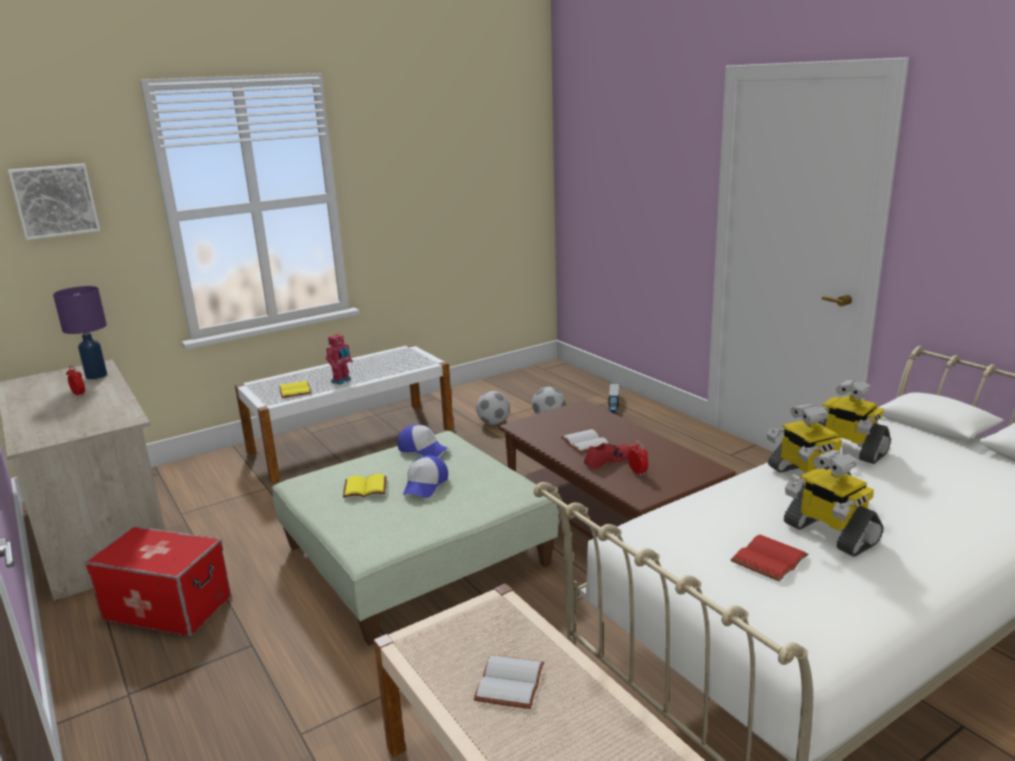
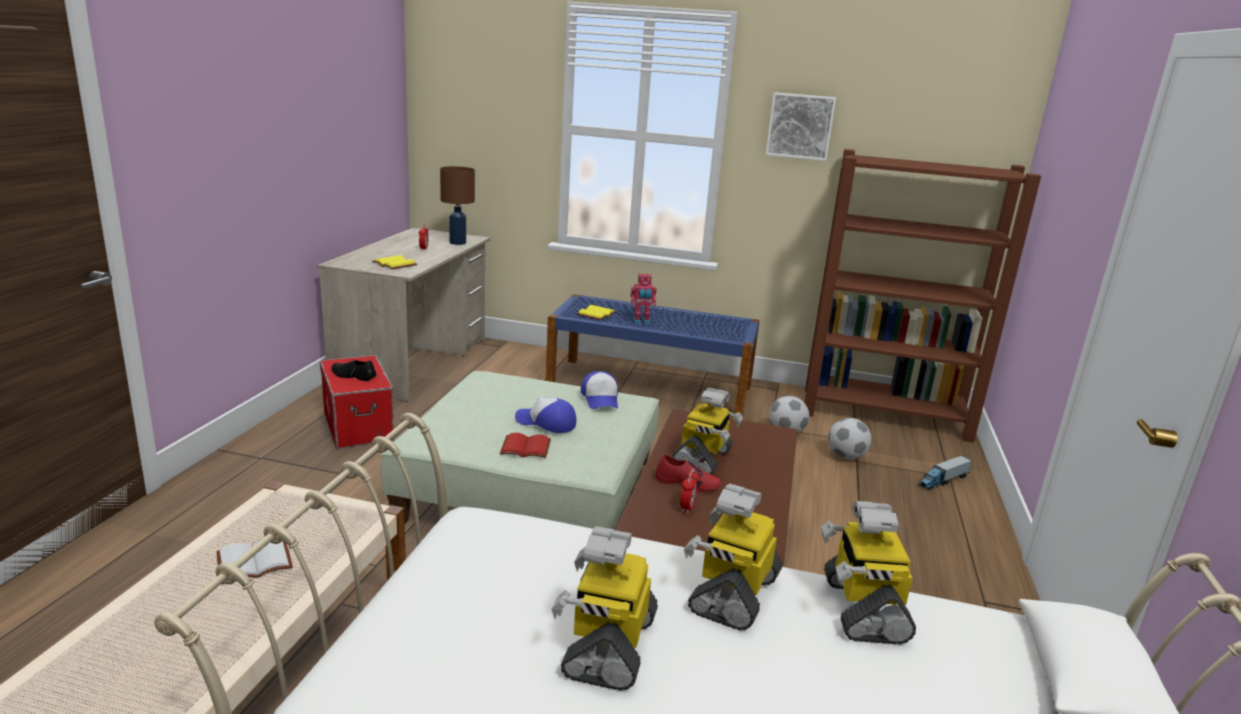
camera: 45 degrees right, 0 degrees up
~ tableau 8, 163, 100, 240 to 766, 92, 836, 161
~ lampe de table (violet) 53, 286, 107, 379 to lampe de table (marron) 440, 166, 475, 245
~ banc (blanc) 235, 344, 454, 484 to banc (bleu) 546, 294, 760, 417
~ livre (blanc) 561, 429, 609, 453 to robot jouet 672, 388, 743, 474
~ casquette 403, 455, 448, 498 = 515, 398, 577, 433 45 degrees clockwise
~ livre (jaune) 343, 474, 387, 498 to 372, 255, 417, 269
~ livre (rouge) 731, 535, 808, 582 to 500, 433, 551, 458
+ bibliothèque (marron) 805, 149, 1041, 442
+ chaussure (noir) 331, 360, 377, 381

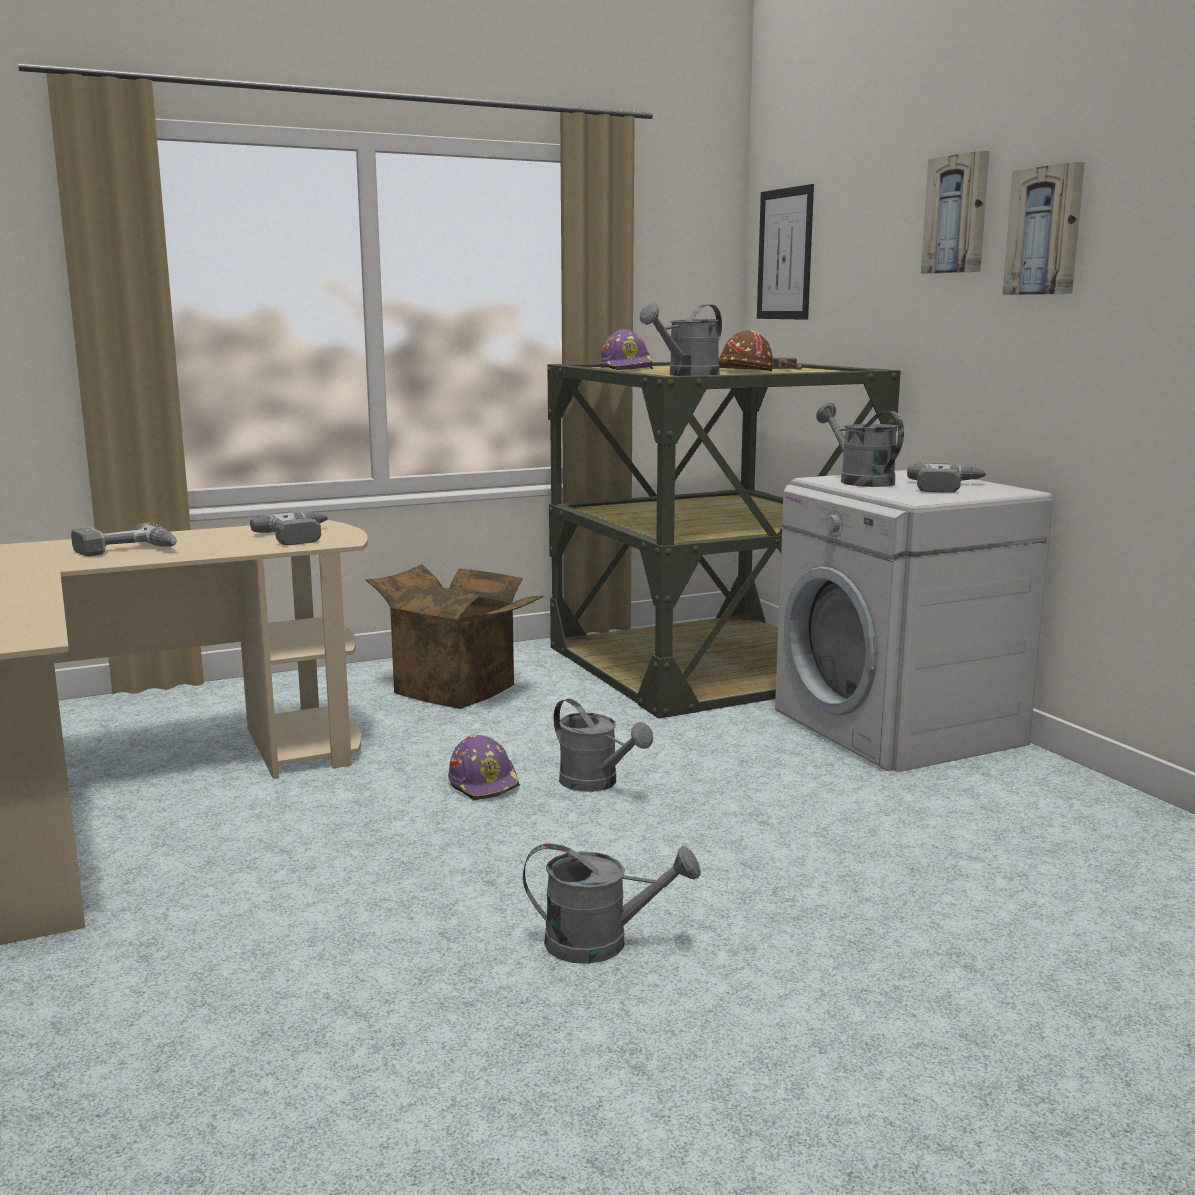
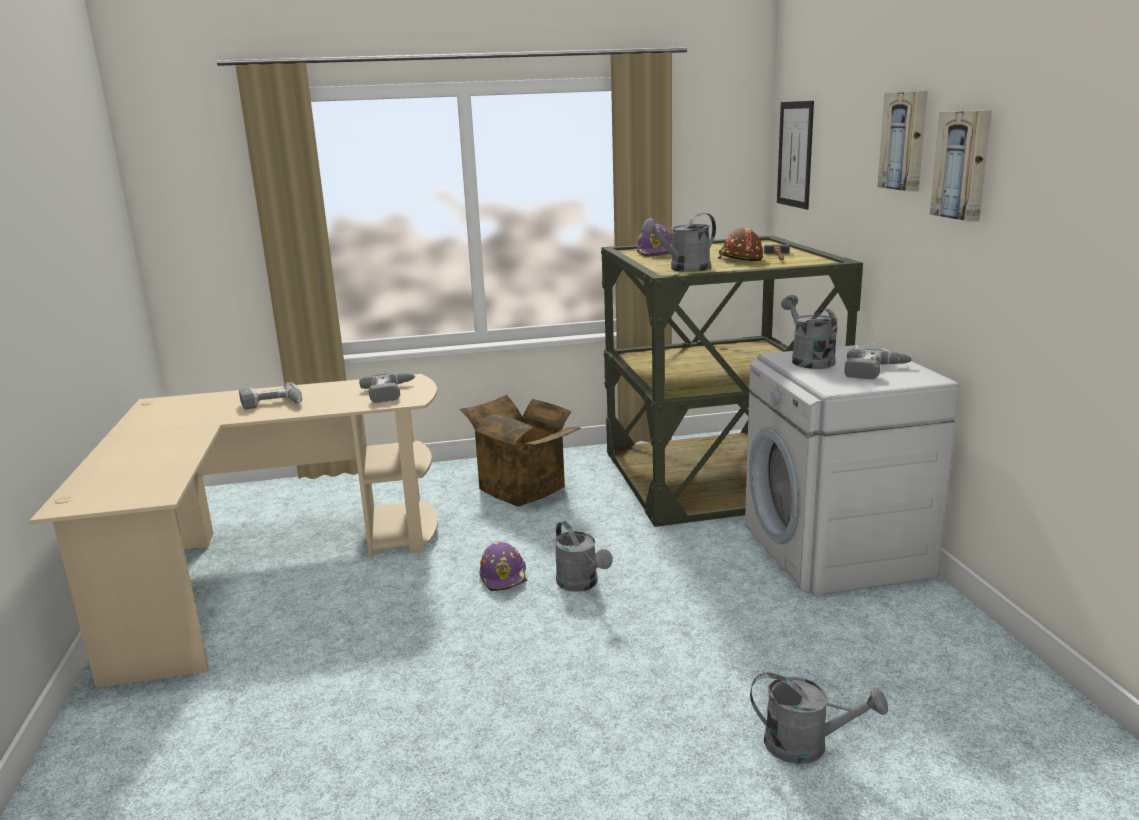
camera: 15 degrees right, 5 degrees up
~ arrosoir (gris) 523, 843, 700, 964 to 750, 673, 888, 764

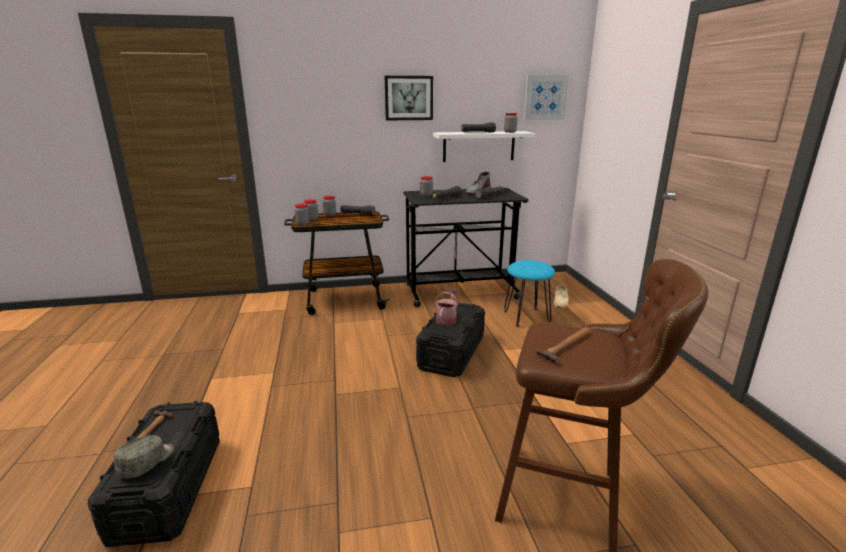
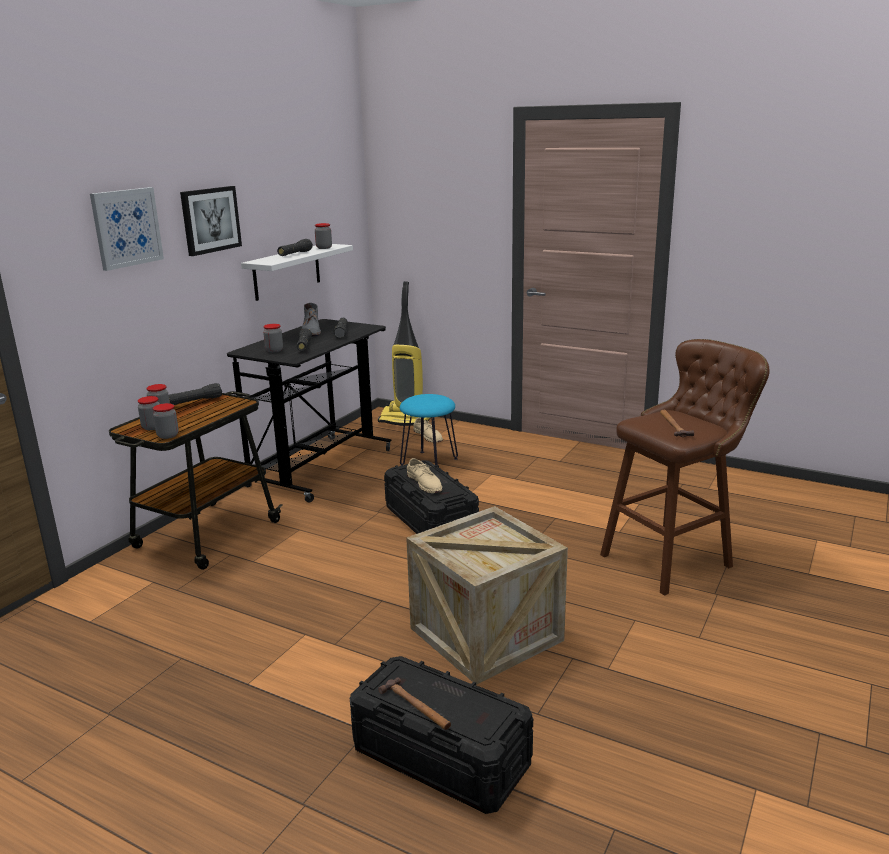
camera: 50 degrees left, 0 degrees up
~ tableau 524, 74, 569, 120 to 90, 187, 164, 271
~ arrosoir 435, 289, 458, 326 to chaussure (beige) 407, 458, 442, 493
- casquette (gris) 114, 435, 174, 479
+ aspirateur 378, 281, 431, 426
+ caisse 406, 506, 568, 685

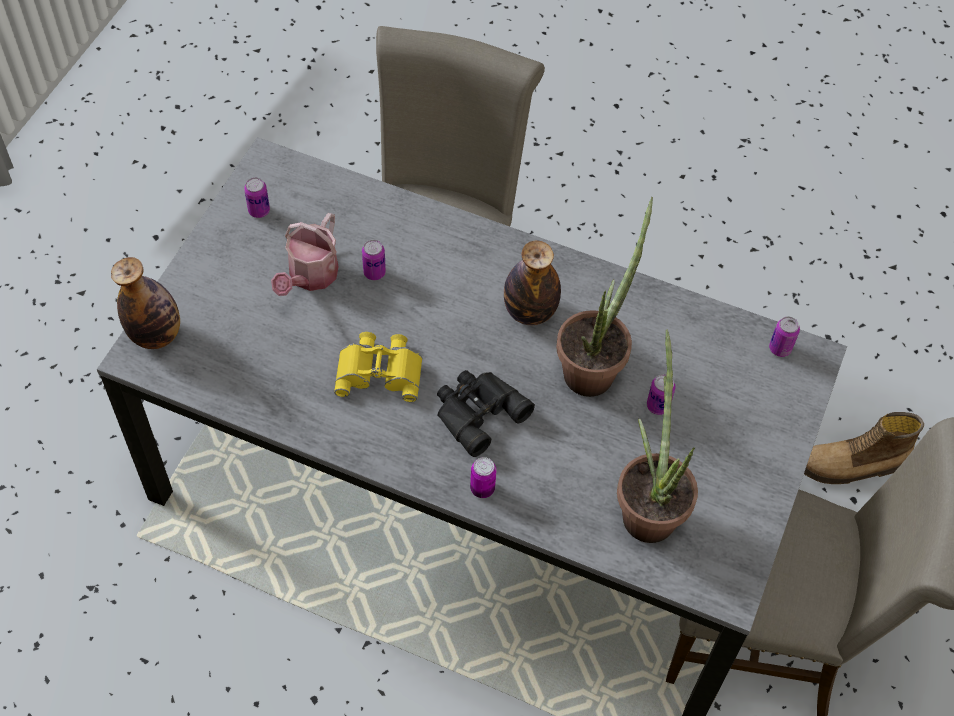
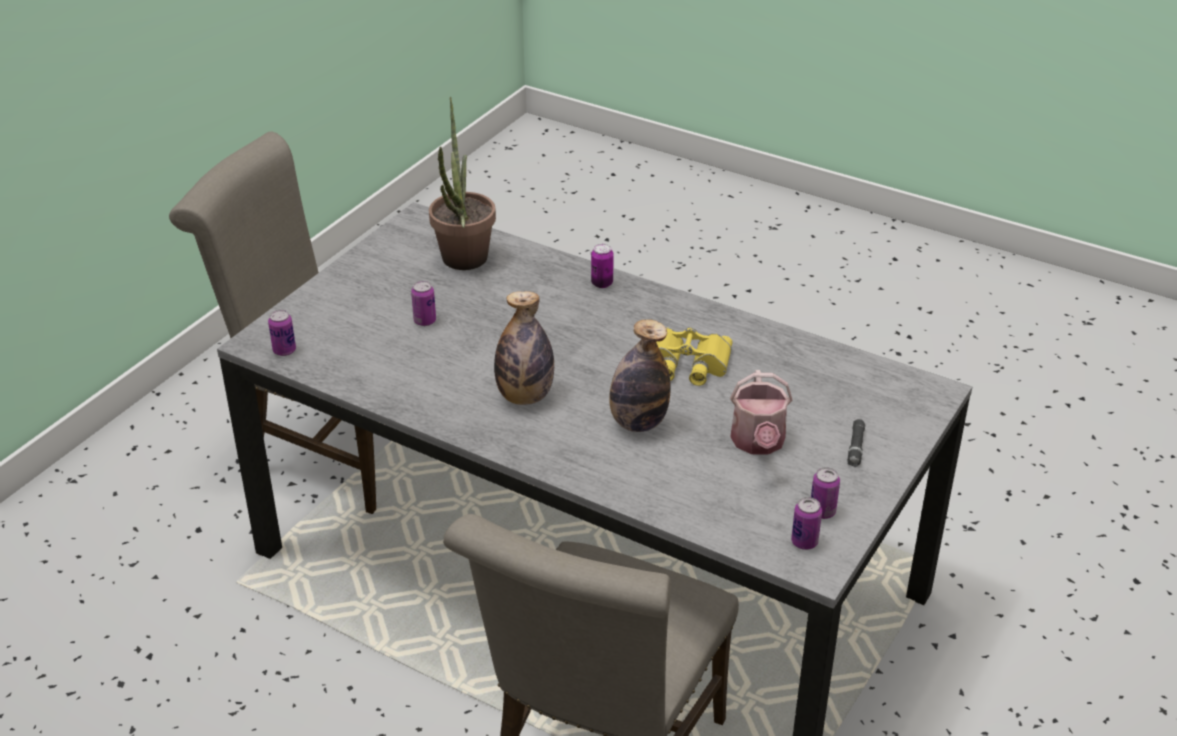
camera: 170 degrees left, 20 degrees down
- plante en pot 556, 197, 653, 397
~ arrosoir 271, 213, 339, 296 = 730, 370, 792, 455 150 degrees clockwise
~ boîte métallique 362, 240, 386, 280 to 791, 497, 822, 550
~ bouteille 111, 257, 180, 349 to 609, 319, 671, 432
- jumelles (noir) 437, 370, 535, 457
- botte 804, 412, 924, 484
+ lampe de poche (noir) 848, 419, 865, 467

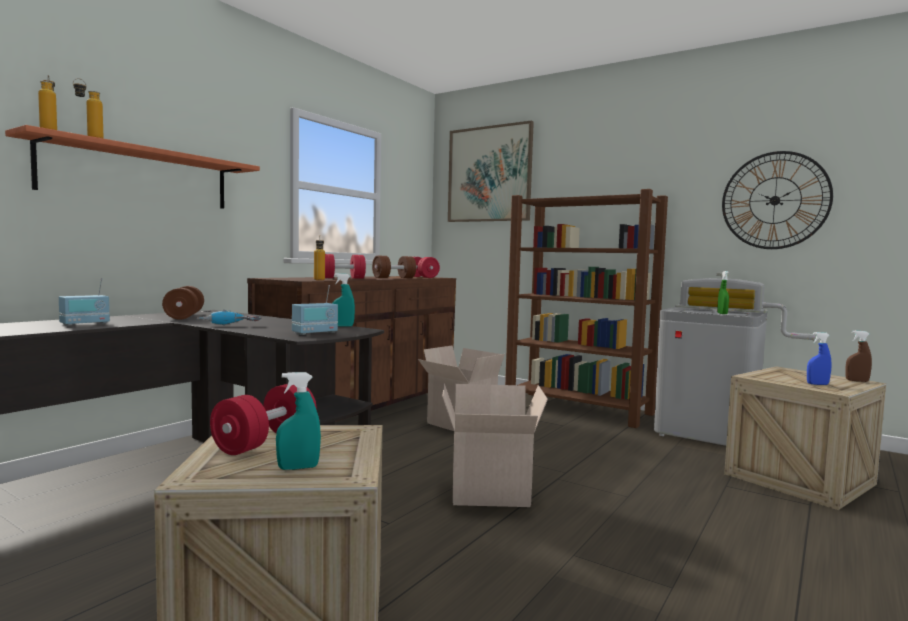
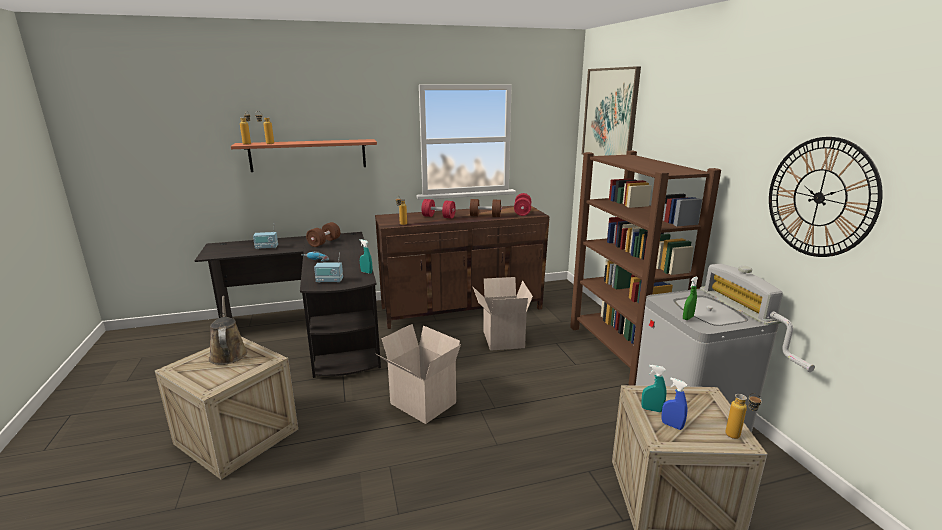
camera: 40 degrees right, 15 degrees up
~ vaporisateur (marron) 845, 330, 872, 382 to bouteille 725, 393, 762, 439
~ vaporisateur (turquoise) 276, 372, 321, 470 to 641, 365, 666, 412
~ haltère (rouge) 210, 384, 317, 455 to arrosoir (marron) 209, 296, 248, 365

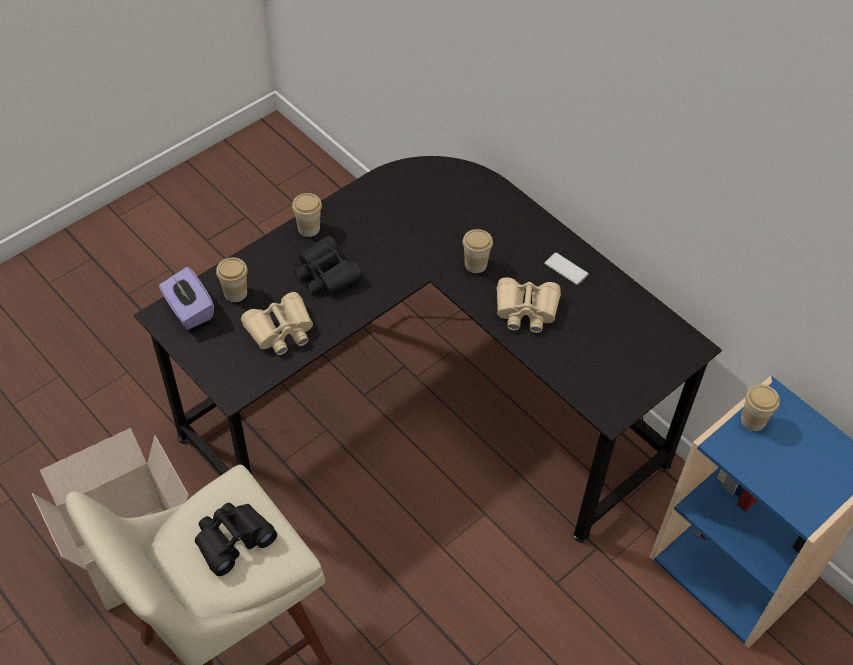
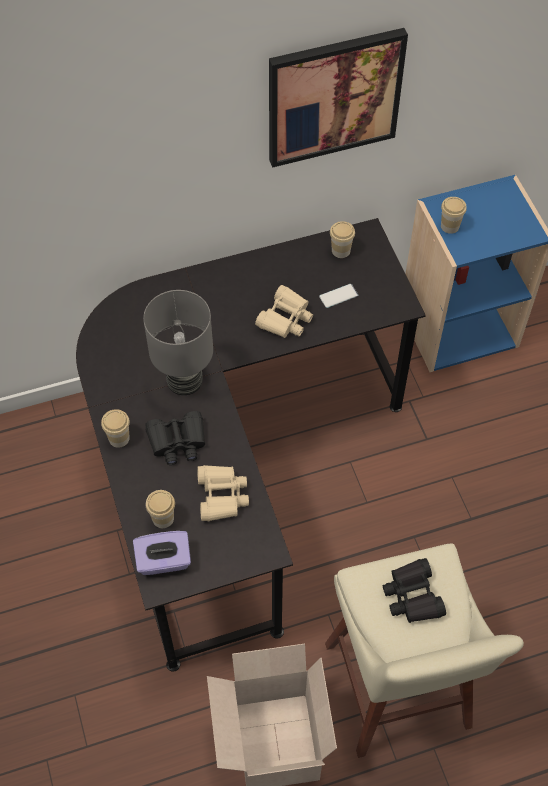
camera: 65 degrees left, 5 degrees up
~ tasse 462, 229, 493, 273 to 330, 221, 355, 258
~ téléphone 544, 252, 589, 285 to 319, 284, 358, 308
+ tableau 269, 28, 408, 168
+ lampe de table (gris) 143, 290, 213, 395

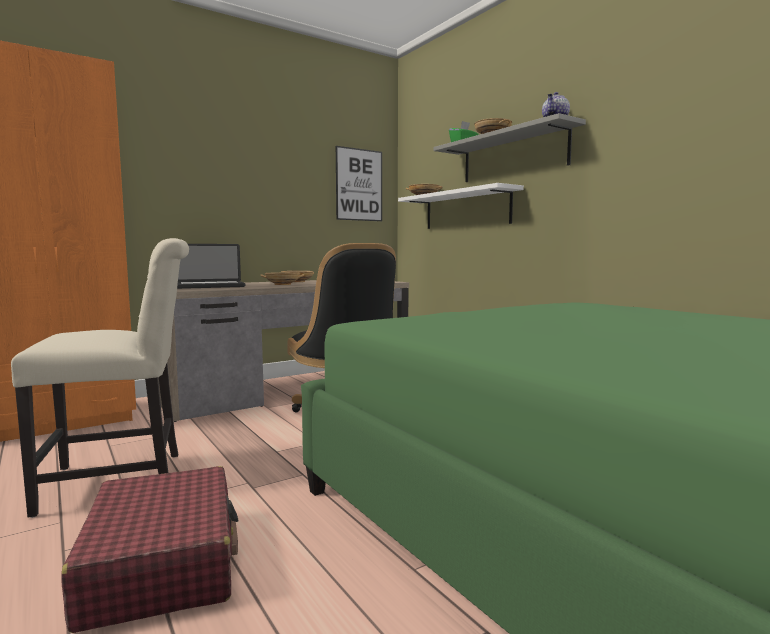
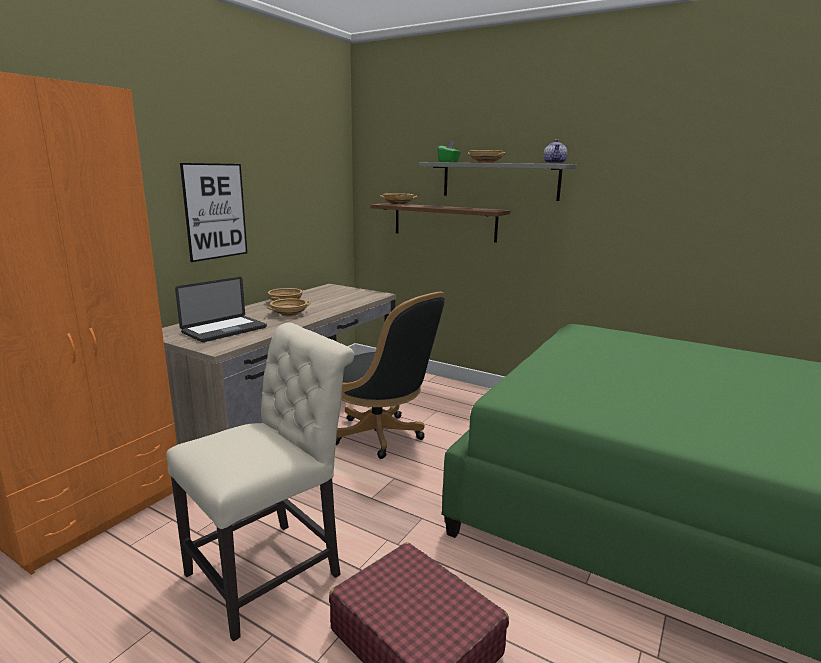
camera: 25 degrees left, 10 degrees up
~ tableau 336, 146, 382, 221 to 180, 163, 247, 262
~ étagère (blanc) 398, 183, 524, 229 to étagère (marron) 370, 203, 511, 243

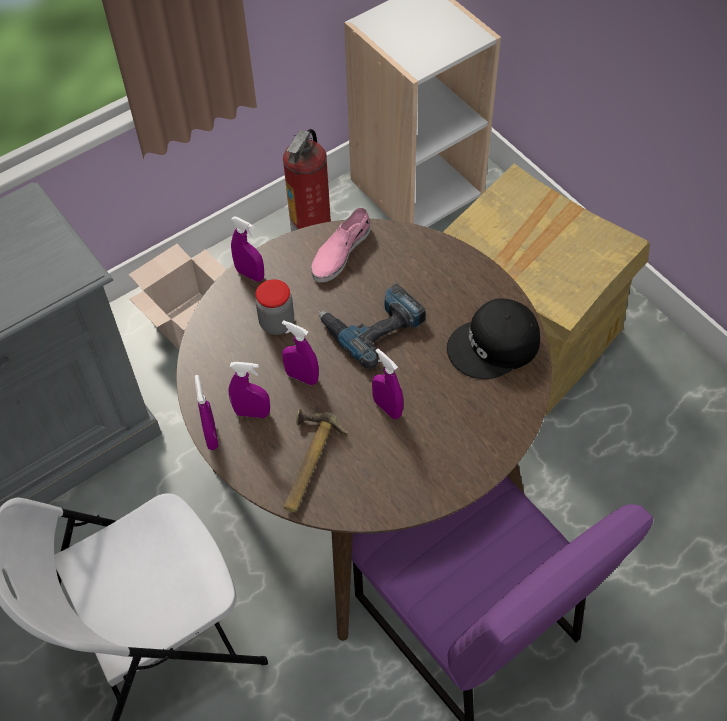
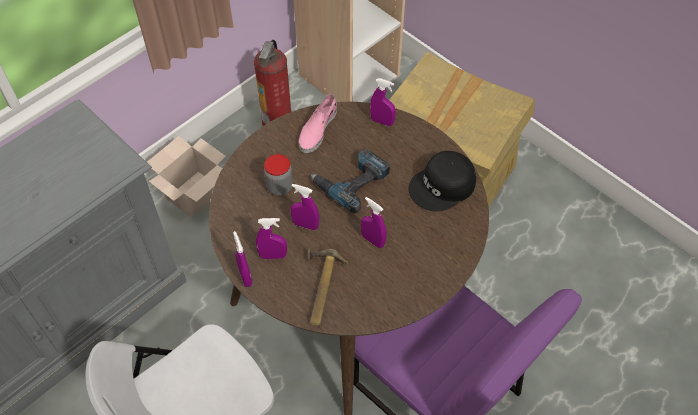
camera: 10 degrees left, 0 degrees up
~ vaporisateur (violet) 231, 217, 264, 282 to 370, 78, 396, 126

